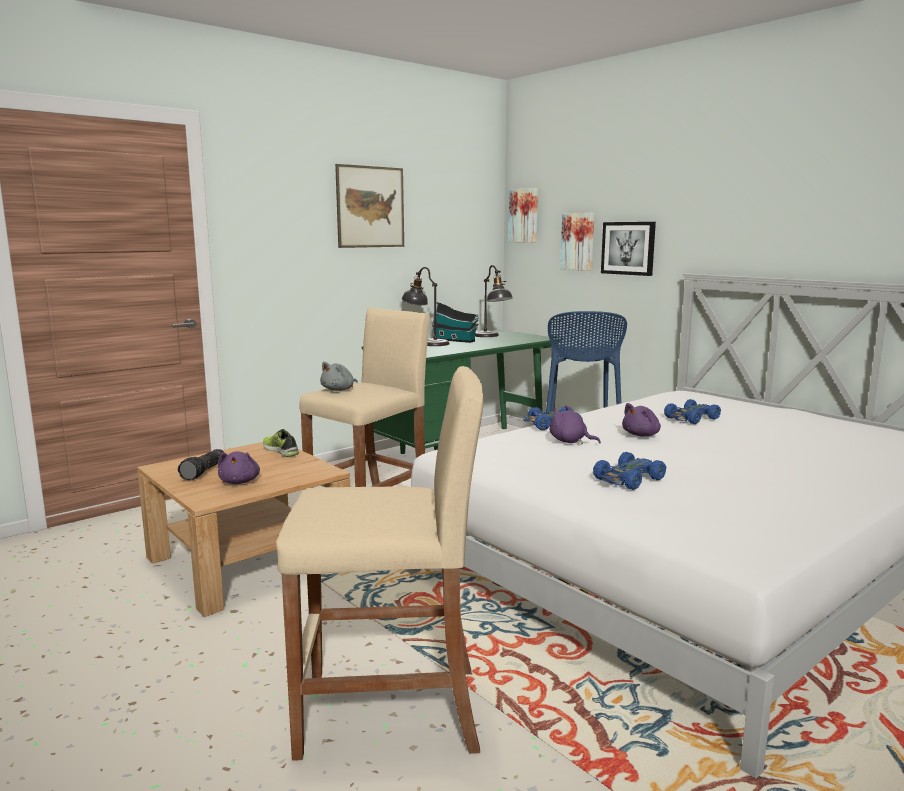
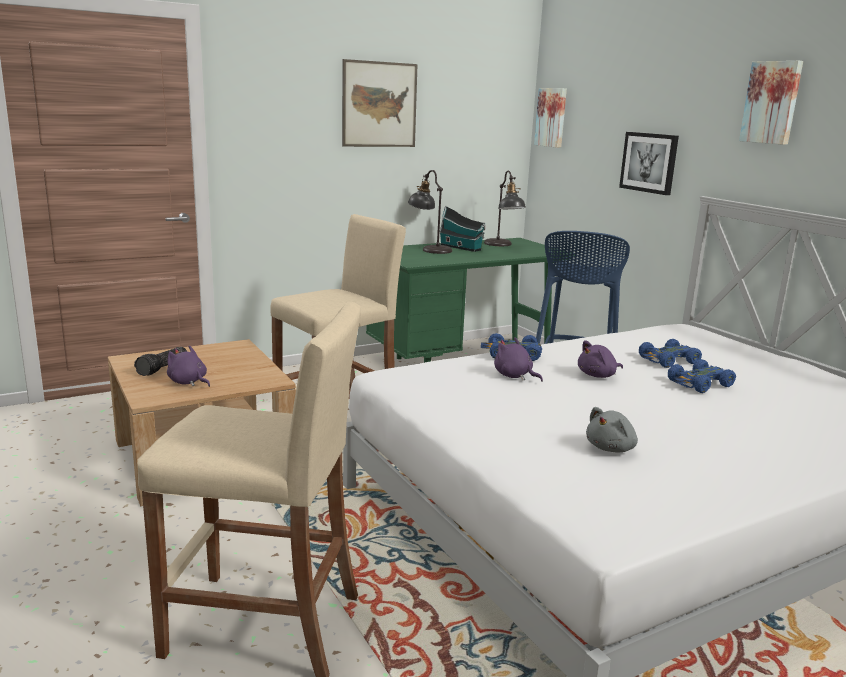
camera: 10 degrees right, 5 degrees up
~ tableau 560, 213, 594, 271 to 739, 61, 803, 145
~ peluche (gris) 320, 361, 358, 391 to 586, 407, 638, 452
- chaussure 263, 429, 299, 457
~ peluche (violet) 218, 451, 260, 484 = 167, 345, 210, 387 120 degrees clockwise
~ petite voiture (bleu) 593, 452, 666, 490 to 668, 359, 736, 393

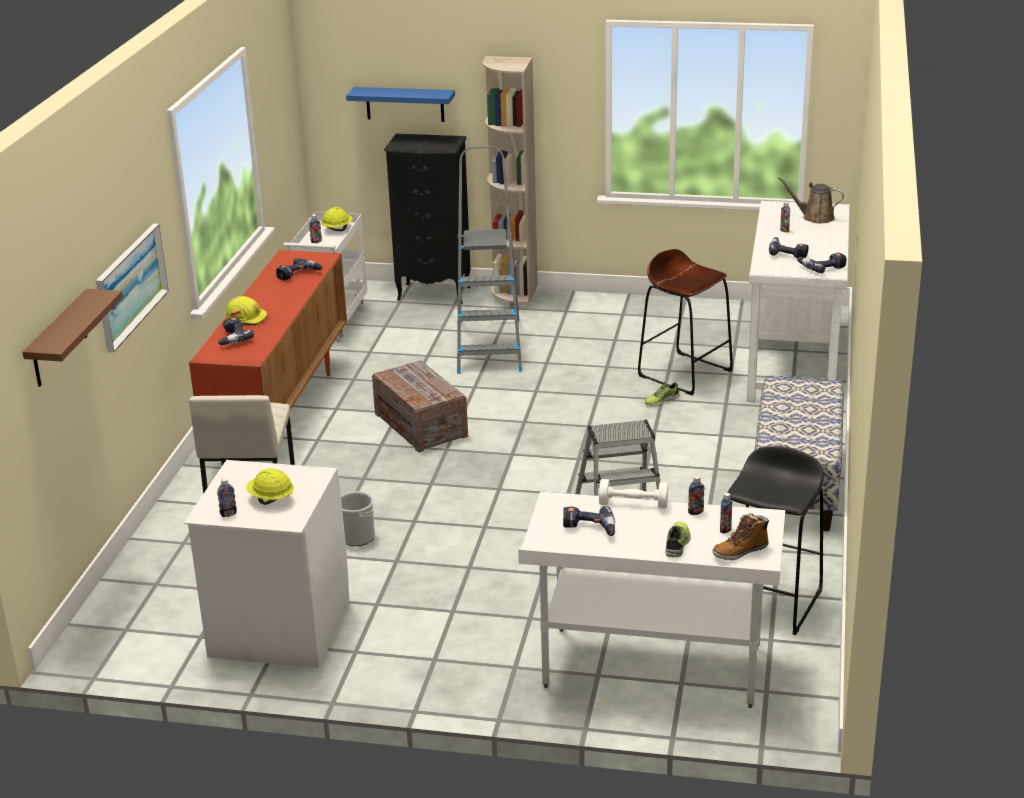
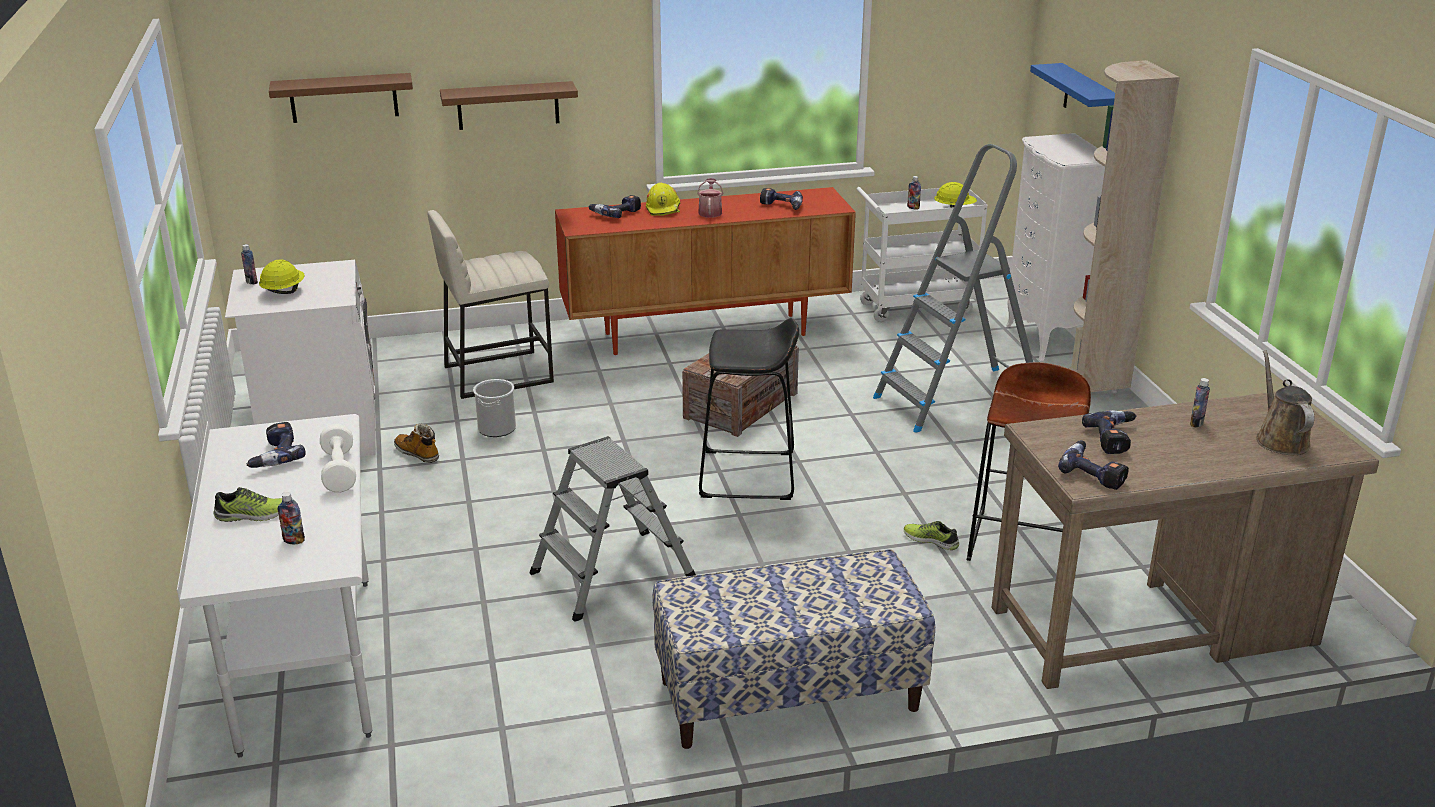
camera: 65 degrees right, 0 degrees up
~ commode (noir) 384, 134, 471, 304 to commode (blanc) 1006, 133, 1105, 361
~ bureau (blanc) 747, 201, 850, 402 to bureau (marron) 992, 392, 1379, 689
~ tableau 96, 224, 169, 353 to étagère (marron) 440, 81, 578, 130
~ tabouret (noir) 727, 446, 824, 635 to 699, 318, 799, 500
- bouteille 688, 476, 704, 515
~ botte 713, 513, 769, 560 to 394, 423, 439, 463
+ arrosoir 697, 178, 723, 218

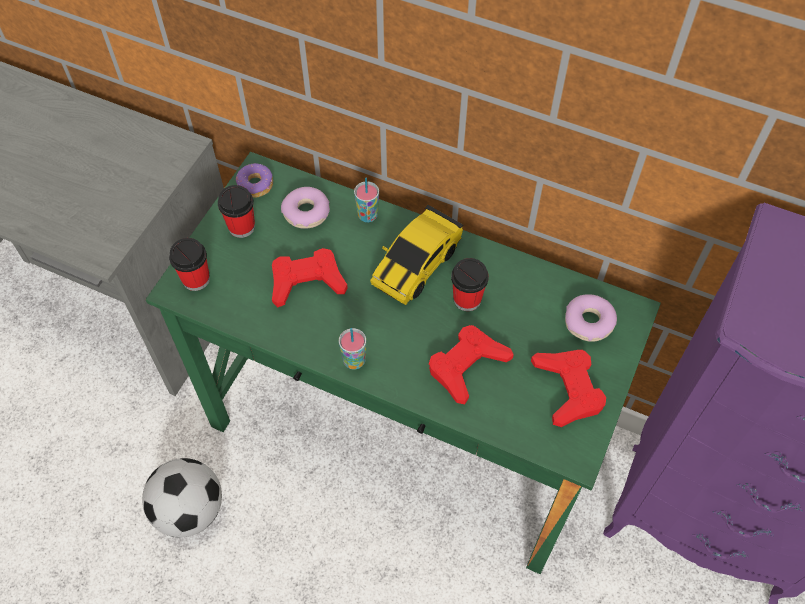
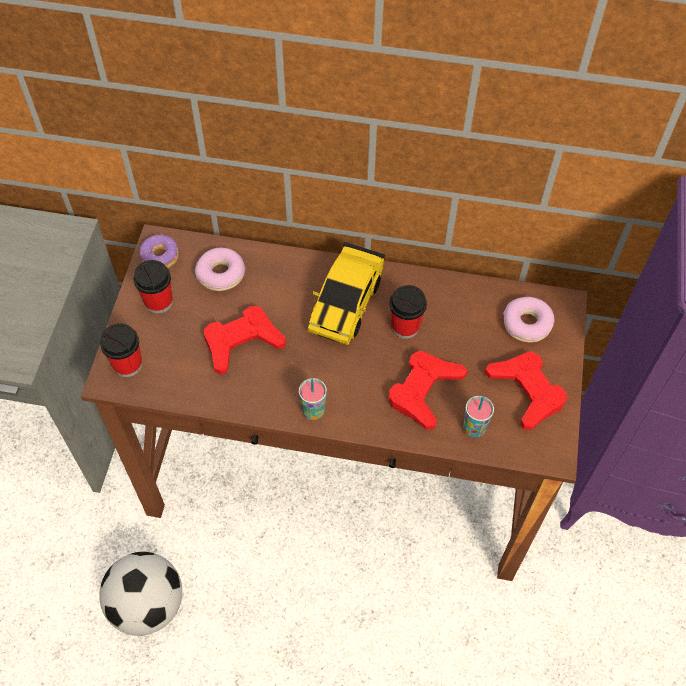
camera: 15 degrees left, 0 degrees up
~ bureau (vert) 145, 152, 661, 574 to bureau (marron) 81, 224, 588, 581
~ tasse 354, 178, 379, 223 to 463, 396, 494, 437

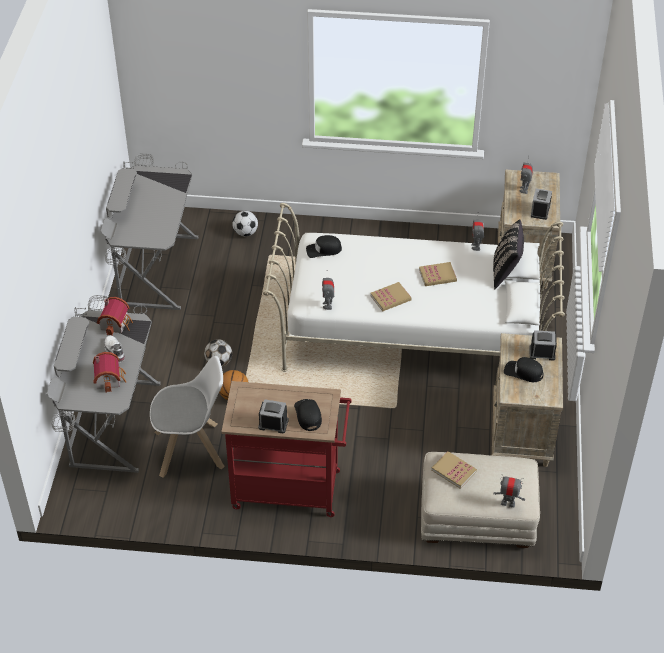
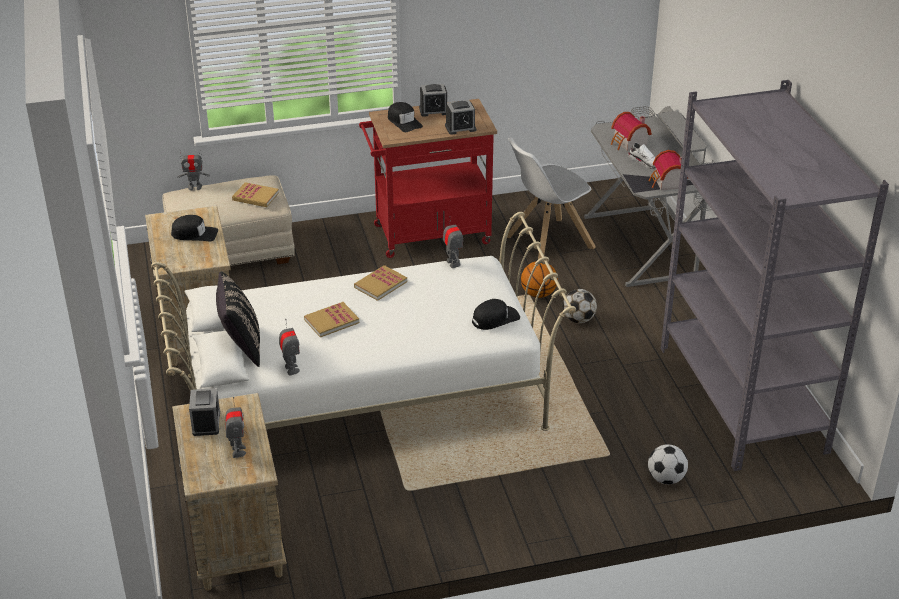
camera: 160 degrees right, 10 degrees down
~ bureau (gris) 101, 153, 198, 310 to bibliothèque (gris) 661, 80, 889, 471
~ réveil 530, 330, 557, 361 to 445, 100, 476, 135

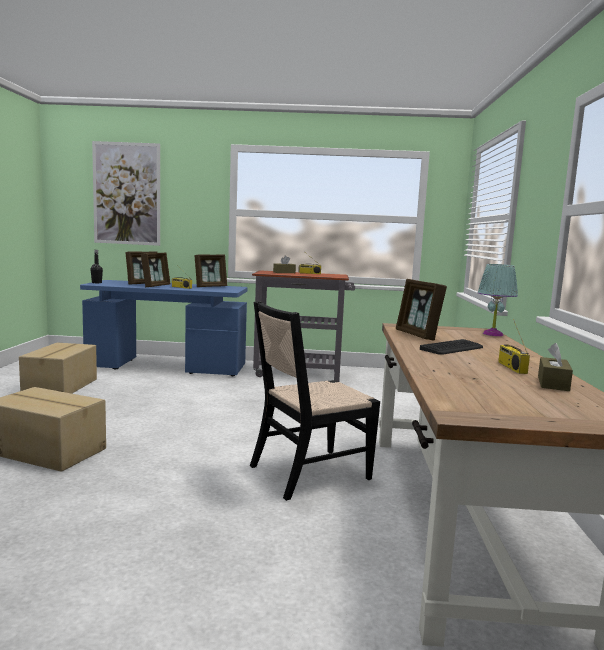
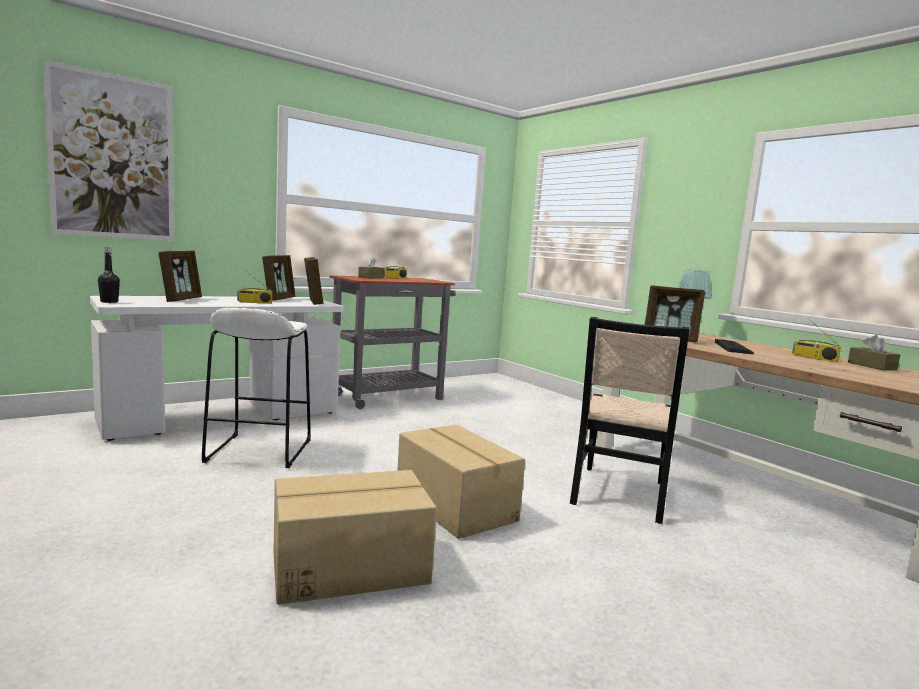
camera: 40 degrees left, 0 degrees up
~ cadre photo 141, 253, 171, 287 to 304, 257, 323, 305
~ bureau (bleu) 80, 280, 248, 376 to bureau (blanc) 90, 296, 343, 441
~ carton 19, 343, 97, 394 to 397, 425, 525, 539
+ tabouret (blanc) 202, 308, 311, 468

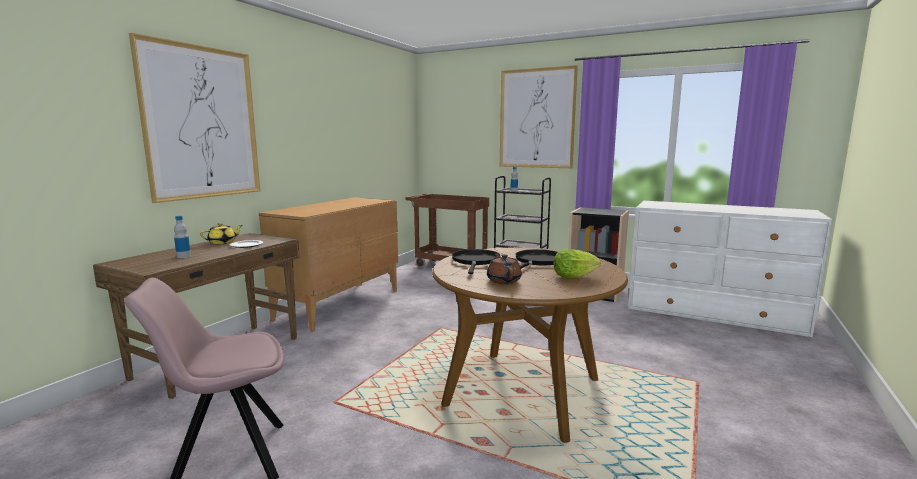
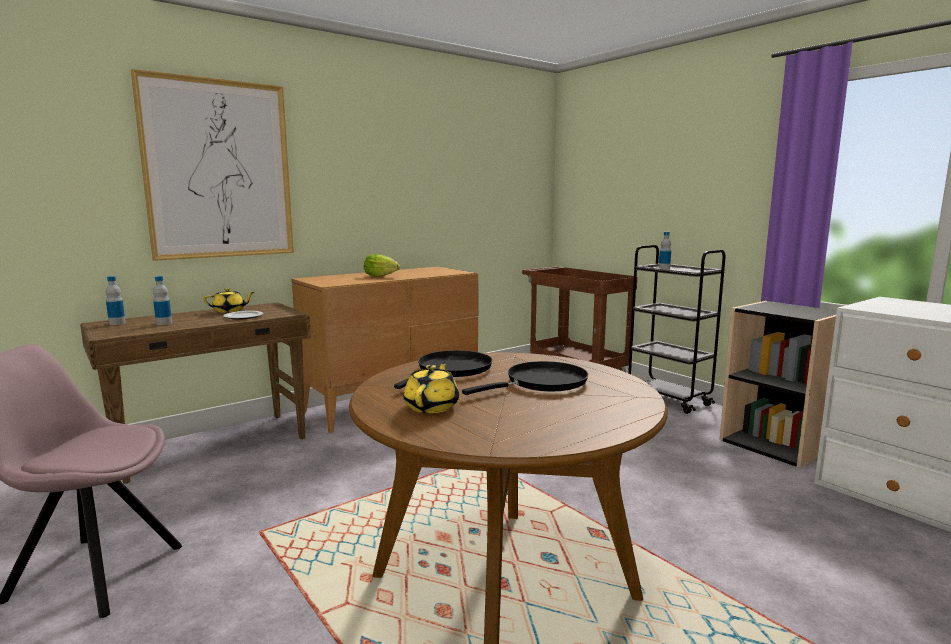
camera: 25 degrees right, 0 degrees up
- tableau 500, 65, 578, 168
~ laitue 554, 249, 601, 278 to 364, 254, 400, 277
~ théière (marron) 487, 253, 522, 284 to théière (jaune) 403, 362, 459, 413
+ bouteille 106, 276, 126, 325

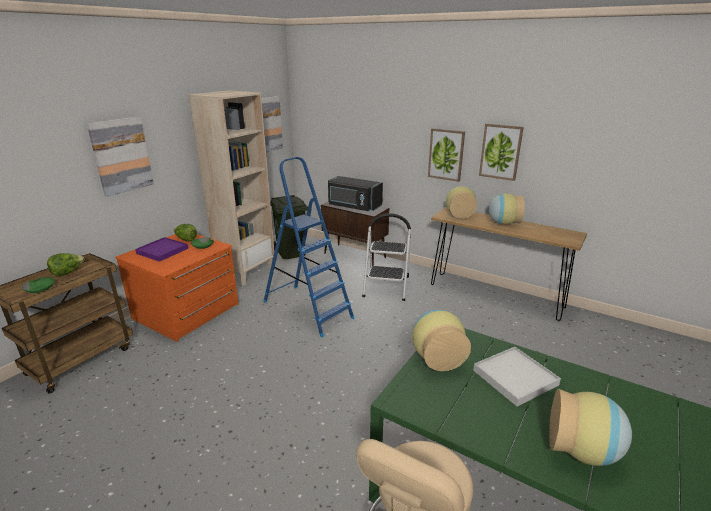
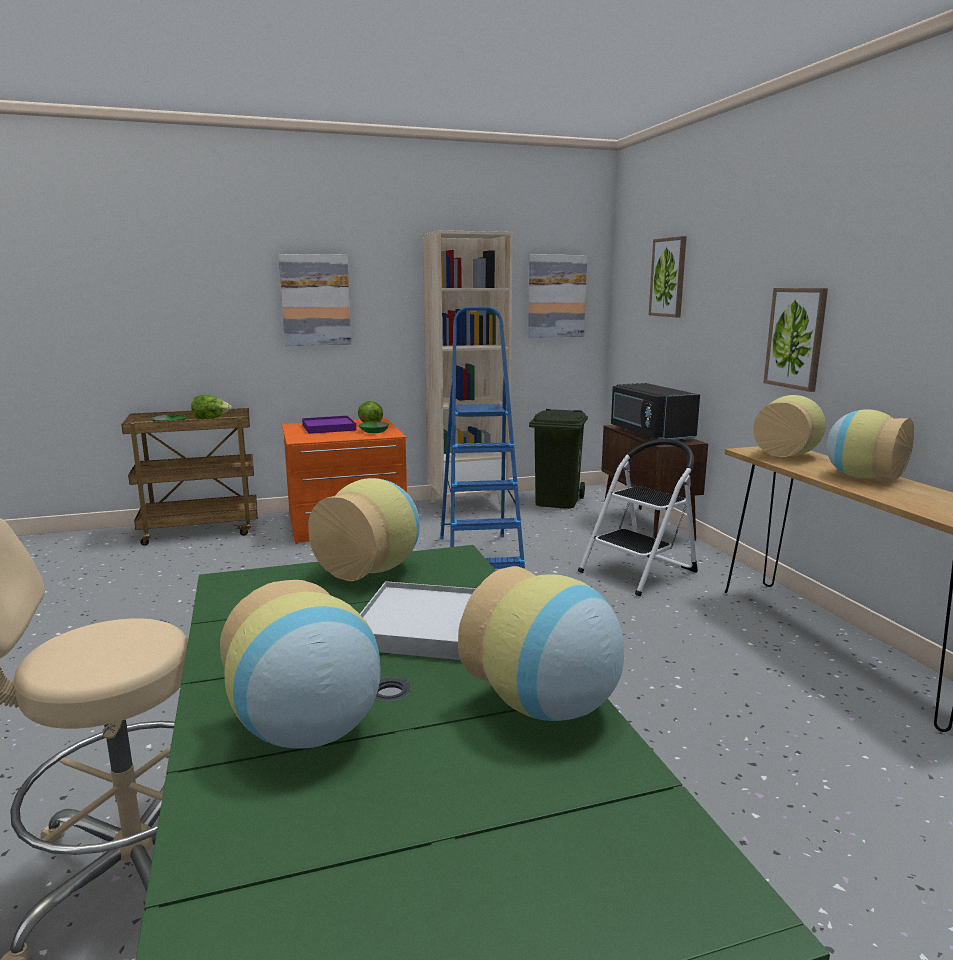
camera: 40 degrees right, 10 degrees down
~ tableau 479, 124, 524, 181 to 649, 236, 686, 317
+ vase 458, 566, 624, 721

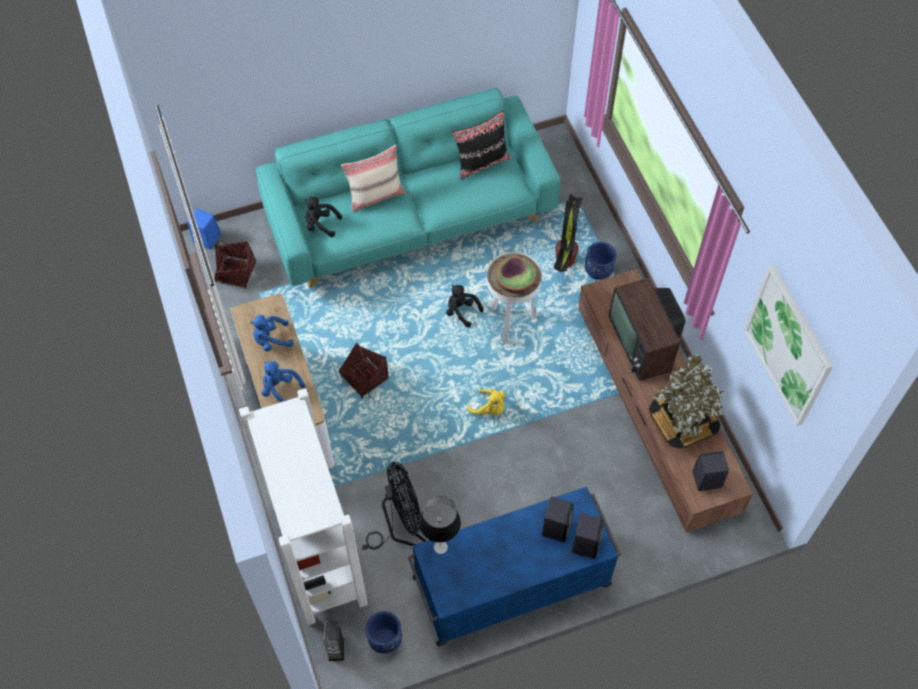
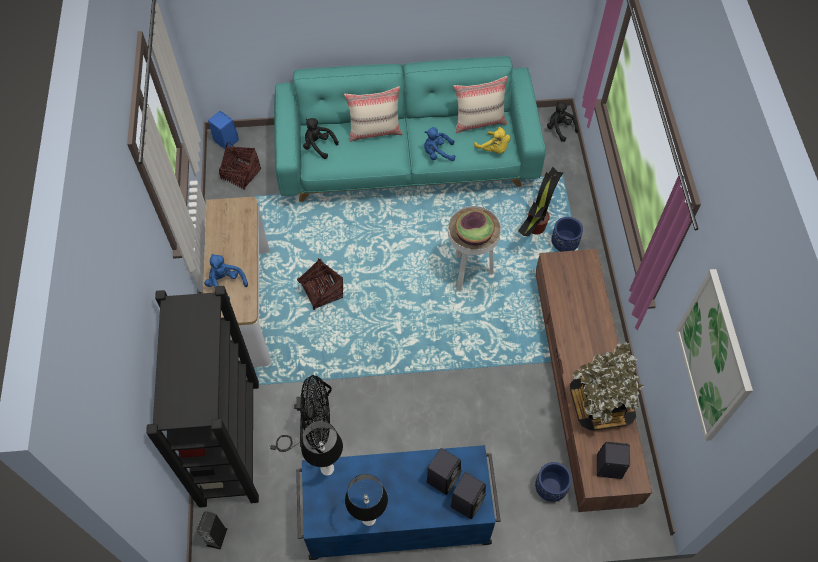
camera: 15 degrees right, 0 degrees up
~ coussin (noir) 452, 110, 511, 180 to coussin (beige) 454, 76, 508, 133
- téléviseur 609, 278, 685, 382
~ peluche (noir) 446, 285, 484, 327 to 547, 102, 578, 142
~ peluche (bleu) 250, 315, 294, 352 to 424, 127, 455, 161
~ bibliothèque (blanc) 239, 388, 368, 626 to bibliothèque (noir) 146, 286, 259, 508
~ peluche (jaune) 467, 389, 506, 415 to 474, 127, 510, 153
~ cache-pot (bleu) 366, 611, 402, 654 to 535, 462, 572, 502
+ lampe de table 345, 474, 388, 526

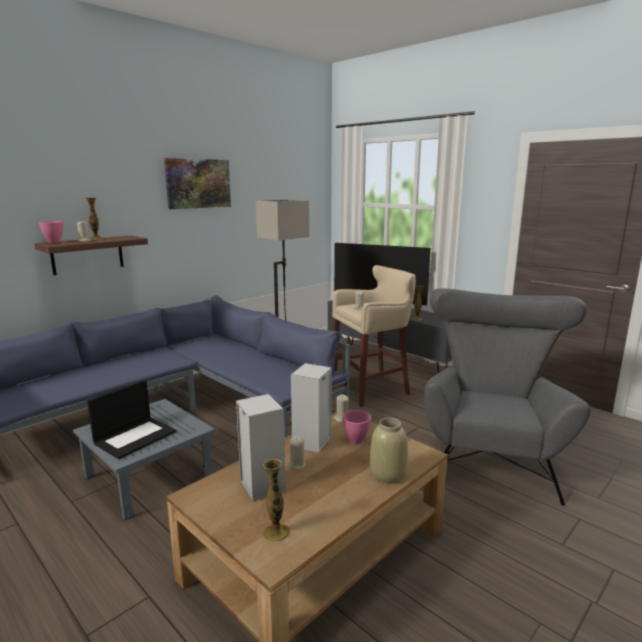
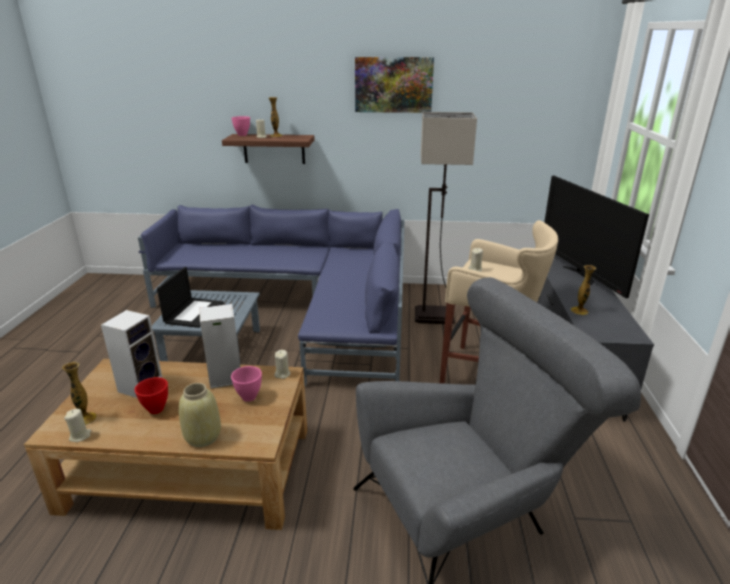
camera: 50 degrees right, 10 degrees up
~ ordinateur portable 87, 380, 176, 459 = 157, 267, 224, 328 75 degrees counterclockwise
~ bougie (beige) 288, 436, 306, 470 to 64, 409, 91, 442
+ bol (rouge) 135, 377, 168, 414

